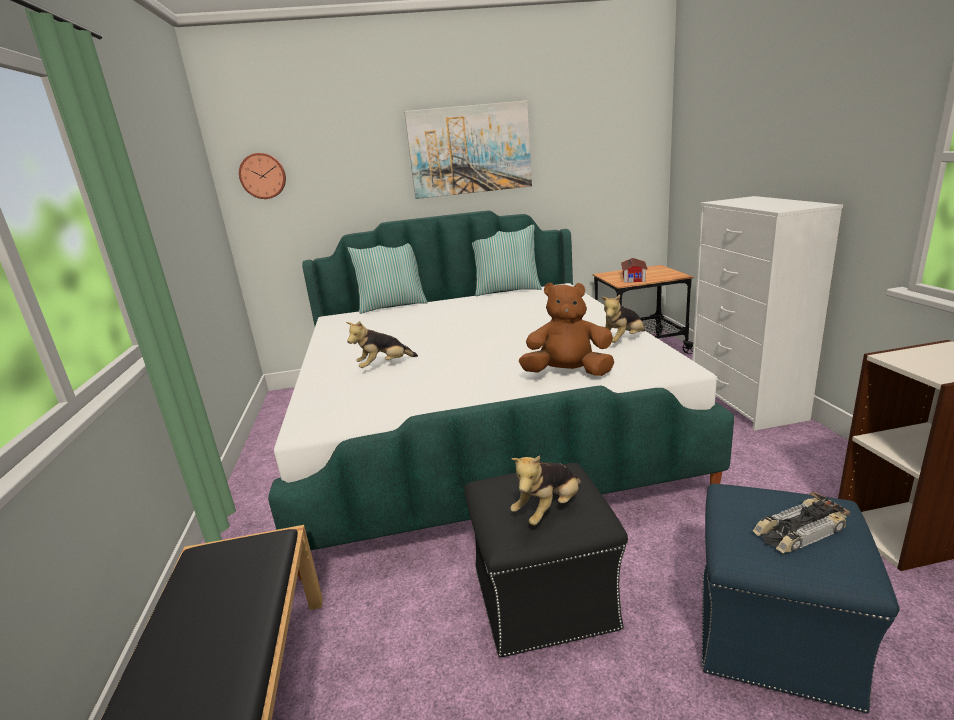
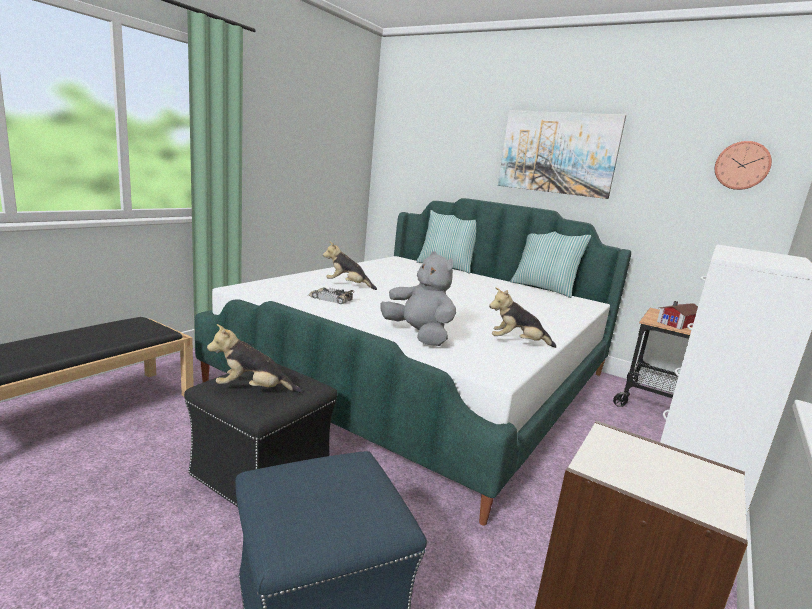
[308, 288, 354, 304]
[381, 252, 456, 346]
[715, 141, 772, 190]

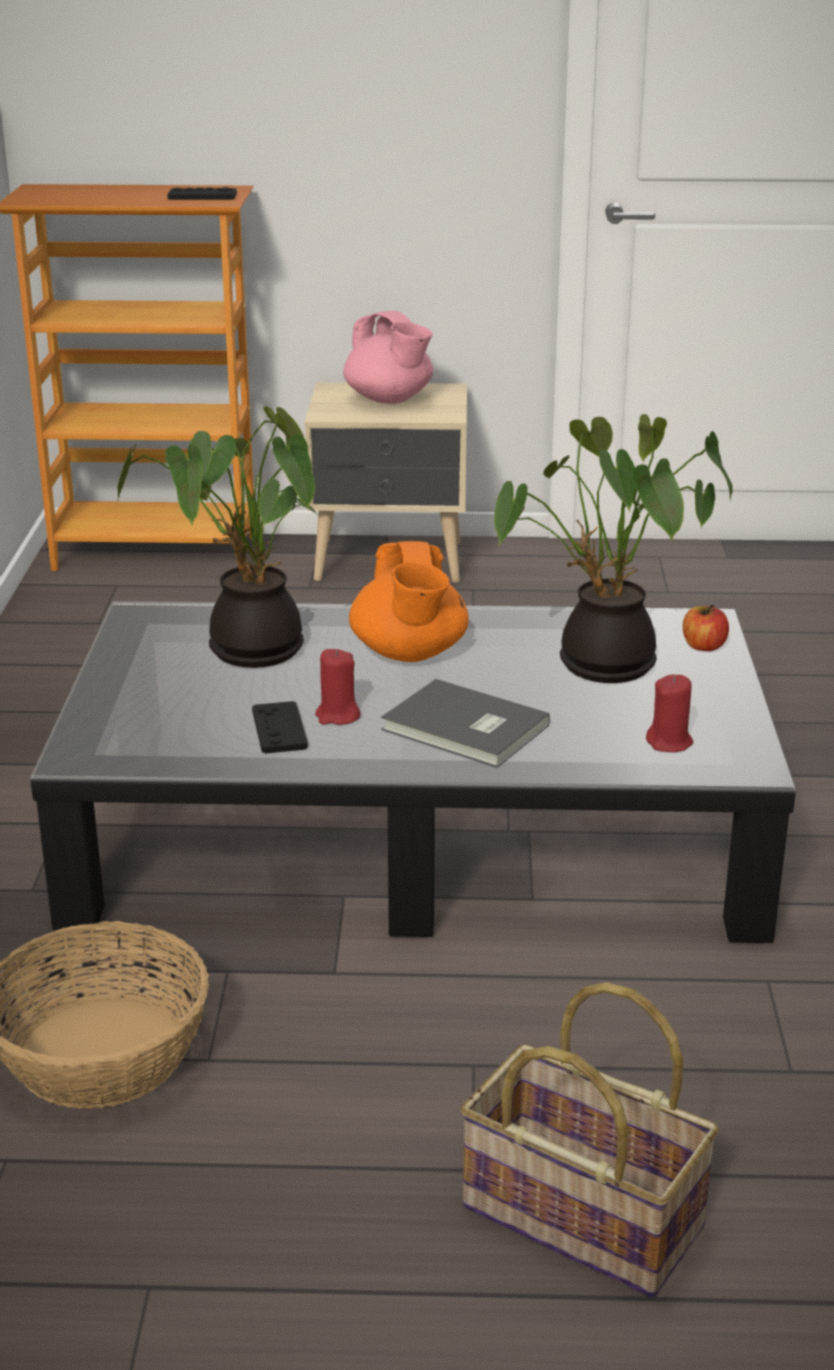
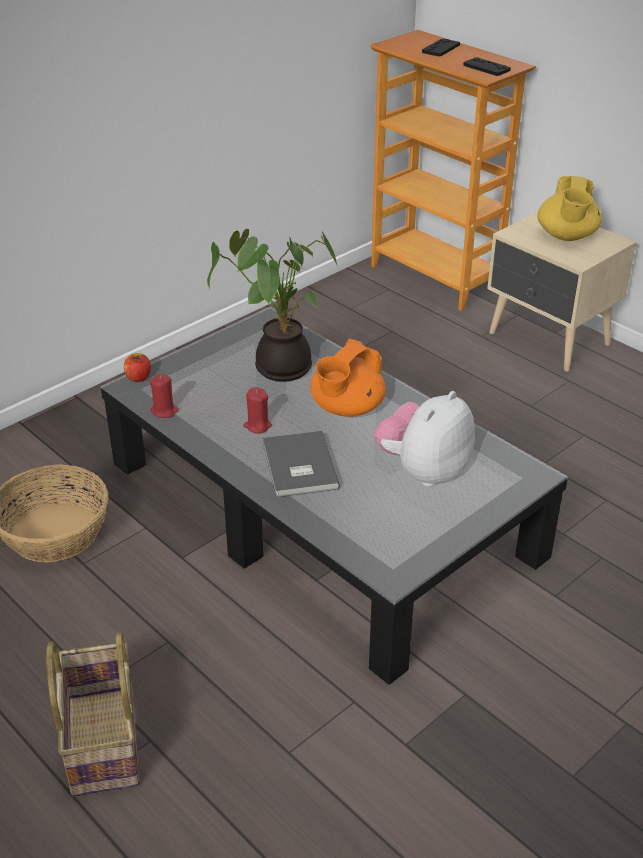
[124, 353, 151, 382]
[150, 374, 179, 418]
[374, 391, 475, 487]
[422, 39, 460, 56]
[537, 176, 602, 241]

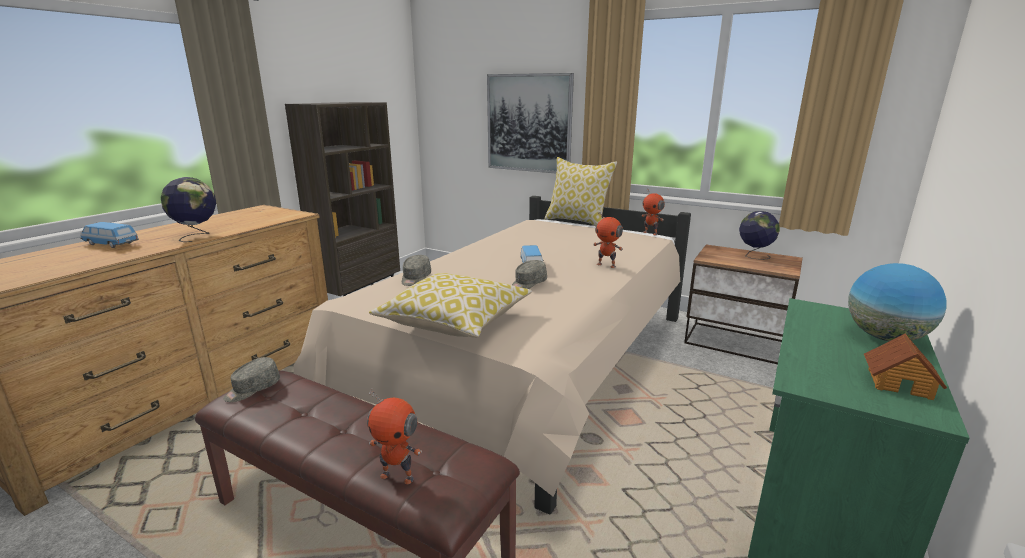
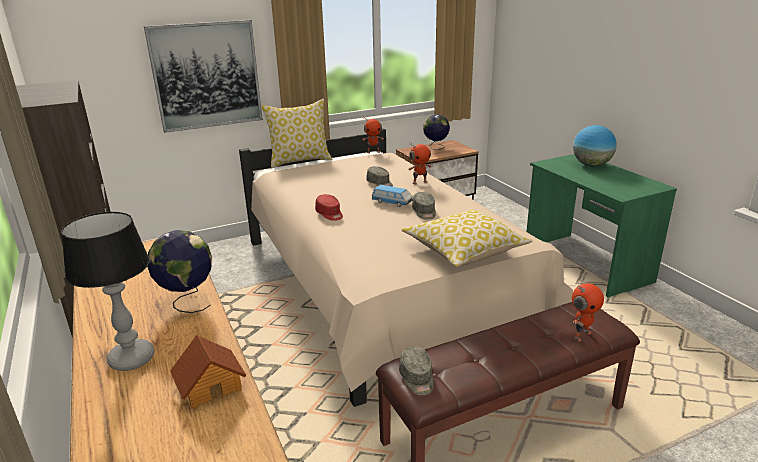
[61, 212, 155, 371]
[170, 335, 246, 409]
[315, 194, 343, 221]
[366, 166, 393, 186]

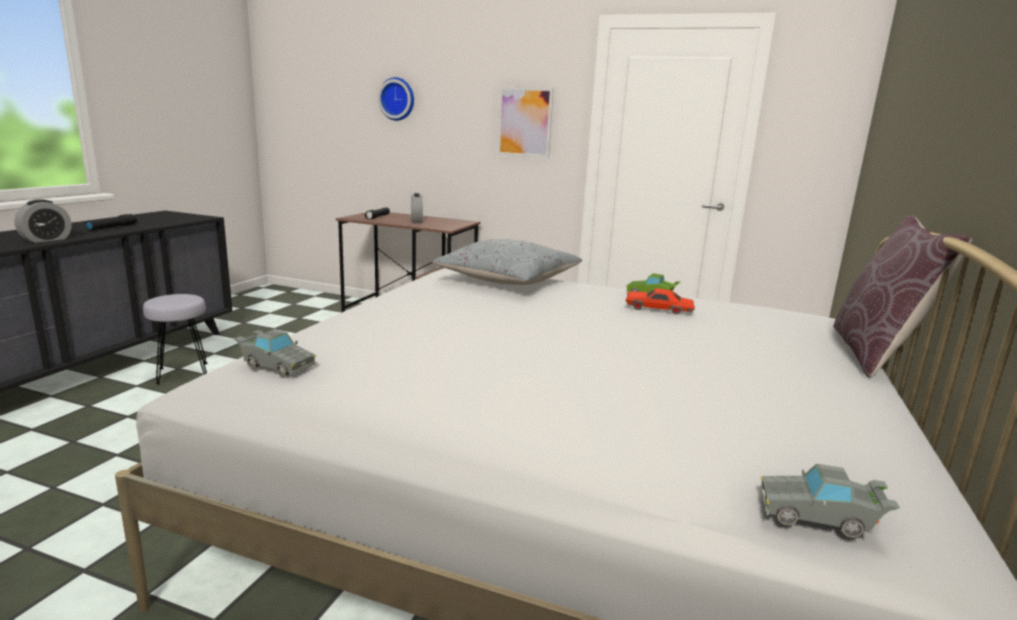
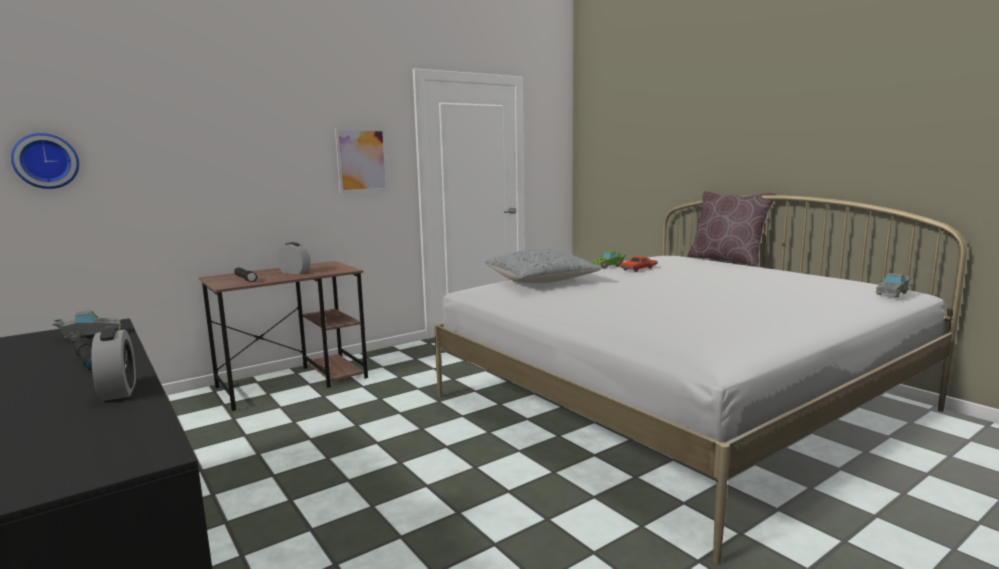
[11, 133, 79, 189]
[51, 310, 121, 341]
[143, 294, 207, 385] (first image)

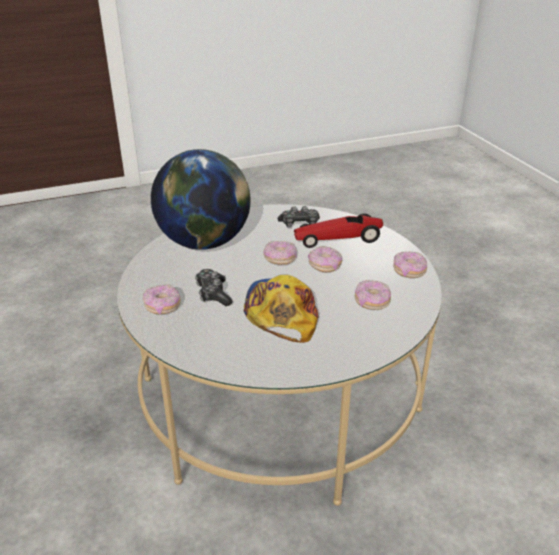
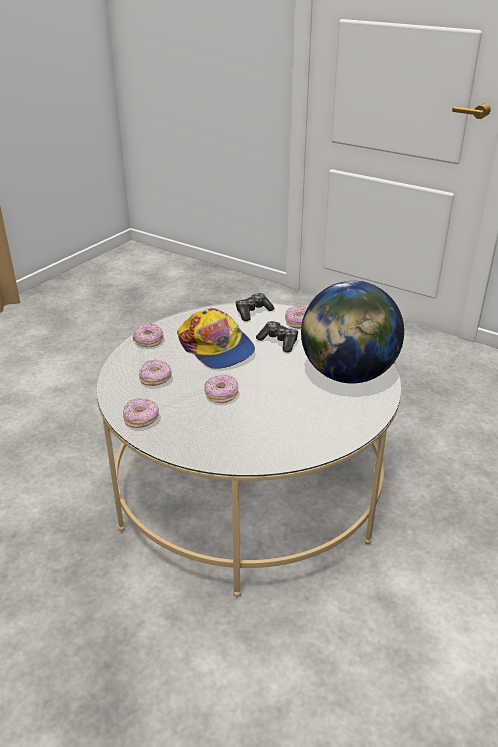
[133, 323, 164, 347]
[236, 293, 274, 321]
[294, 213, 383, 248] (first image)

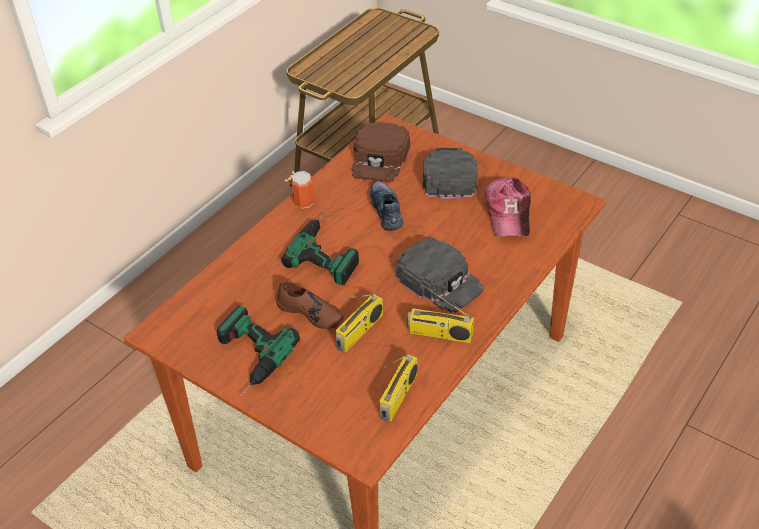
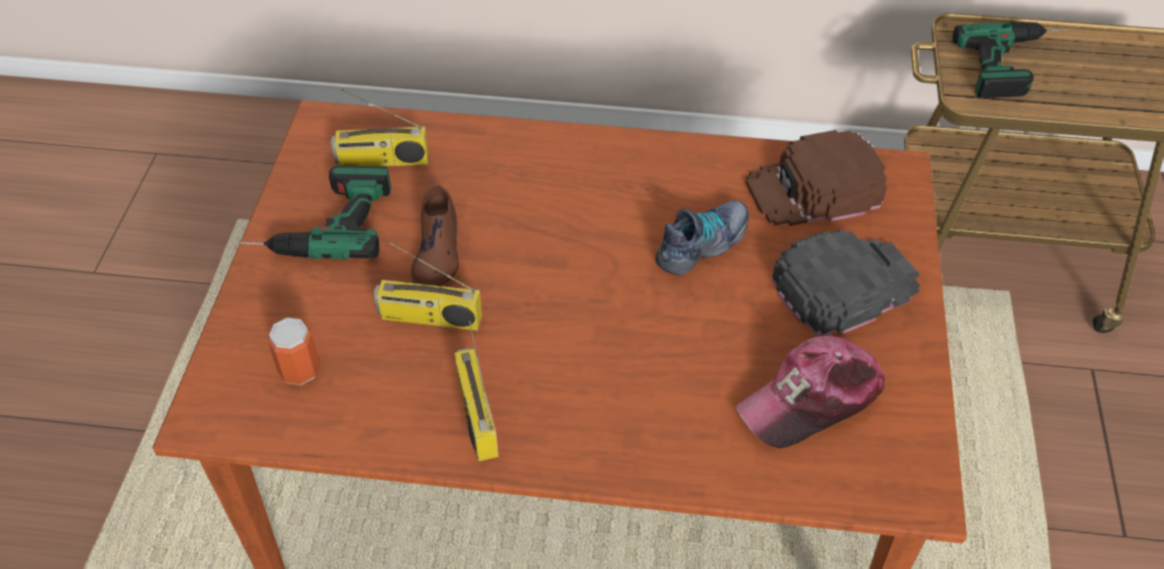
[267, 318, 320, 385]
[331, 89, 428, 166]
[953, 22, 1066, 98]
[396, 238, 484, 313] (first image)

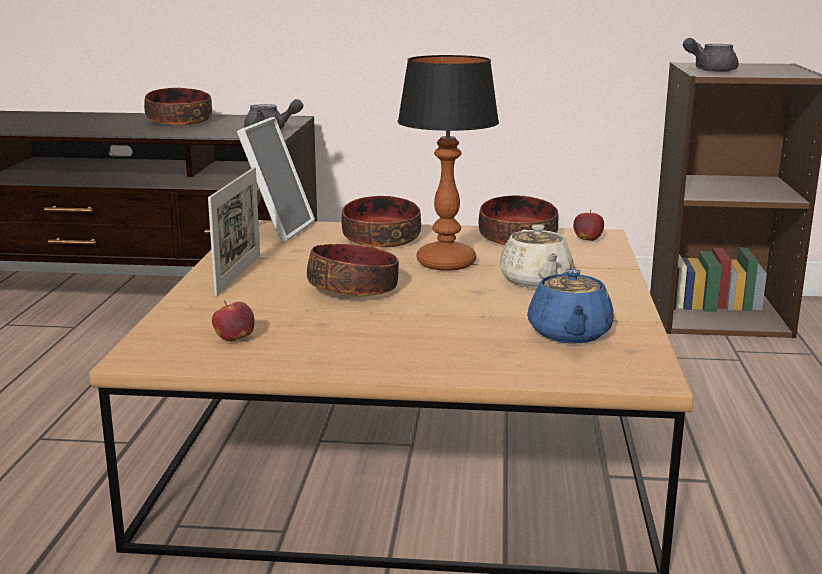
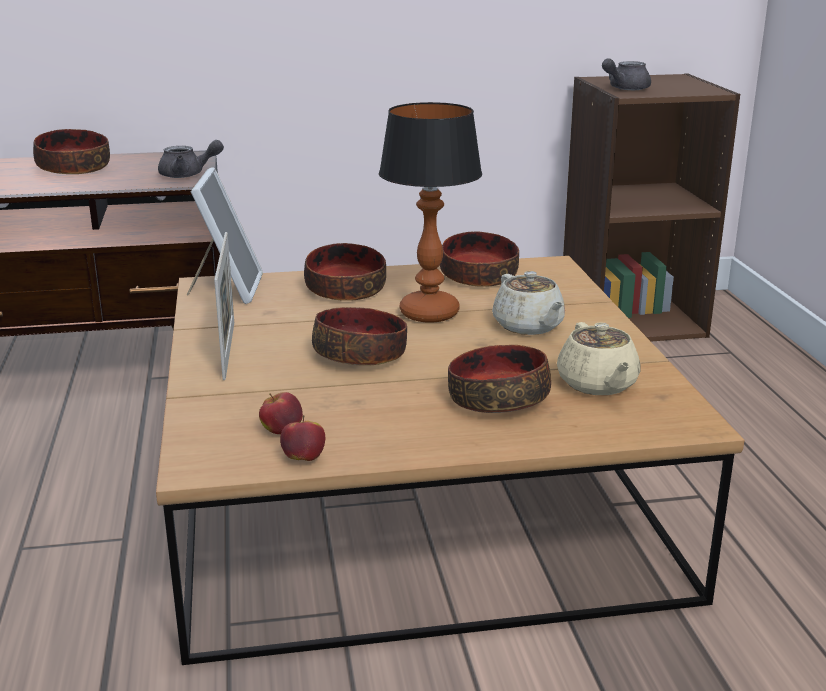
[280, 415, 325, 461]
[448, 345, 551, 413]
[557, 322, 641, 395]

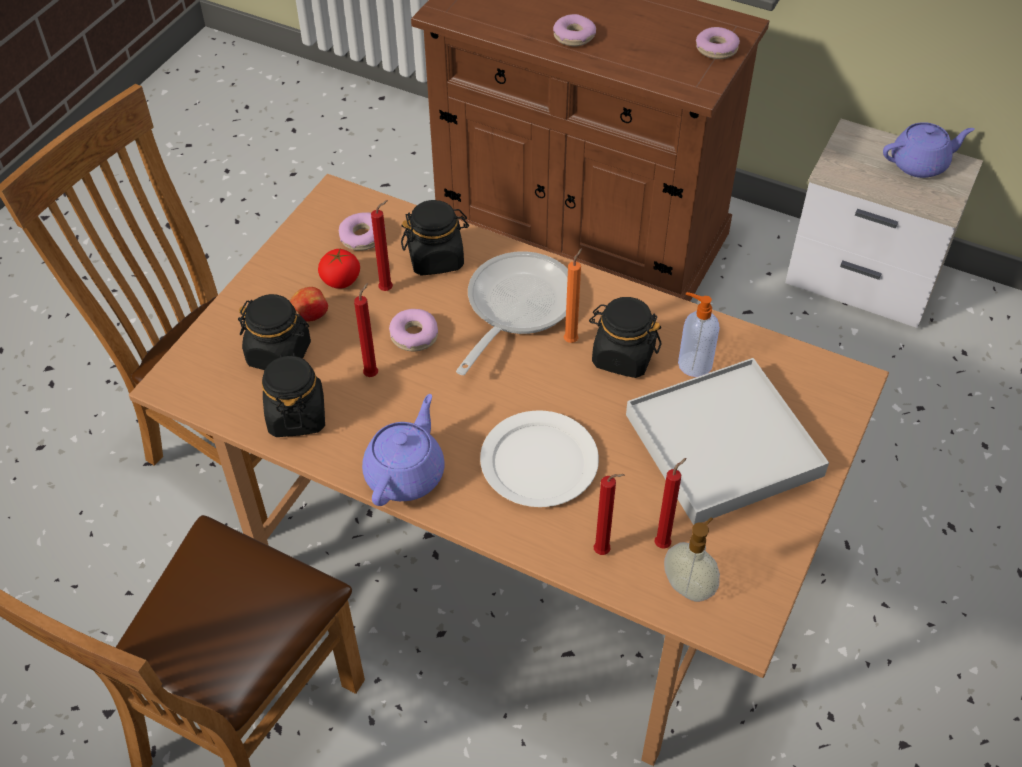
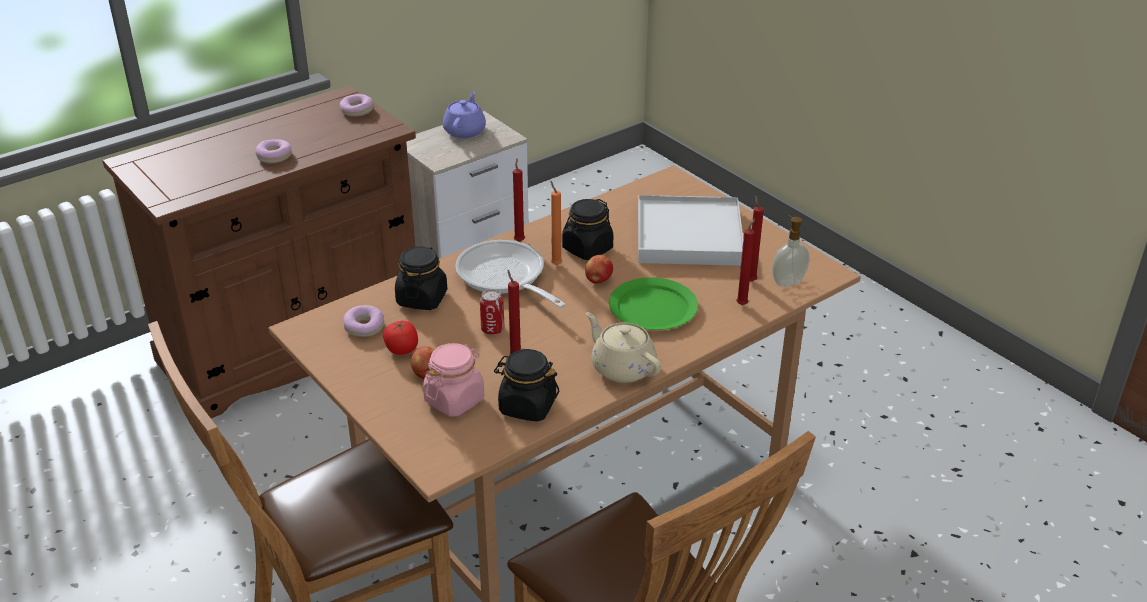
[423, 343, 484, 417]
[480, 289, 505, 335]
[513, 158, 525, 242]
[585, 255, 613, 284]
[586, 312, 661, 383]
[609, 277, 698, 330]
[678, 292, 720, 377] (first image)

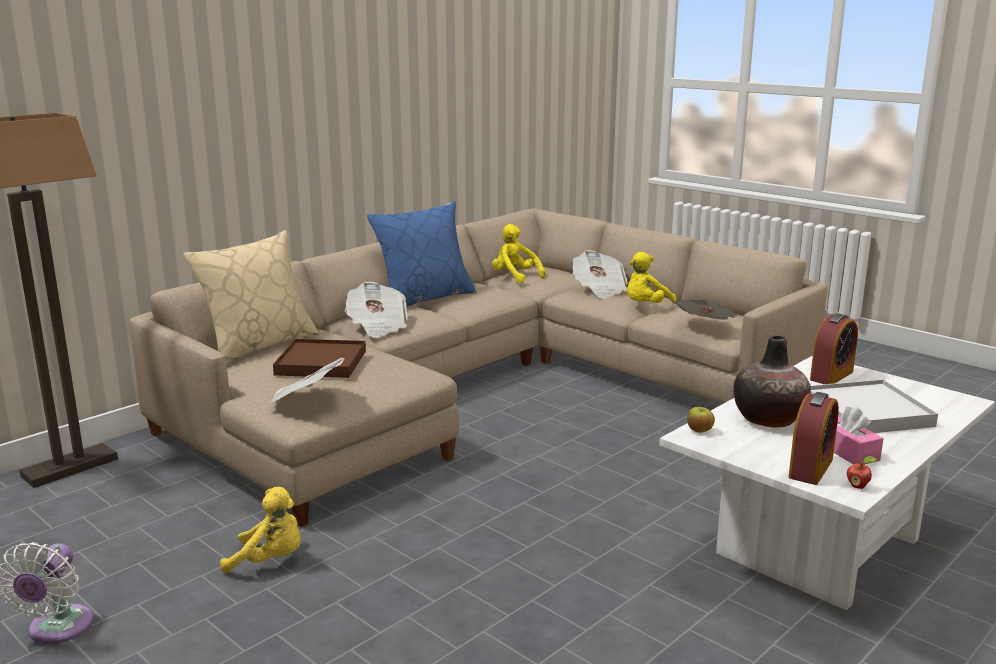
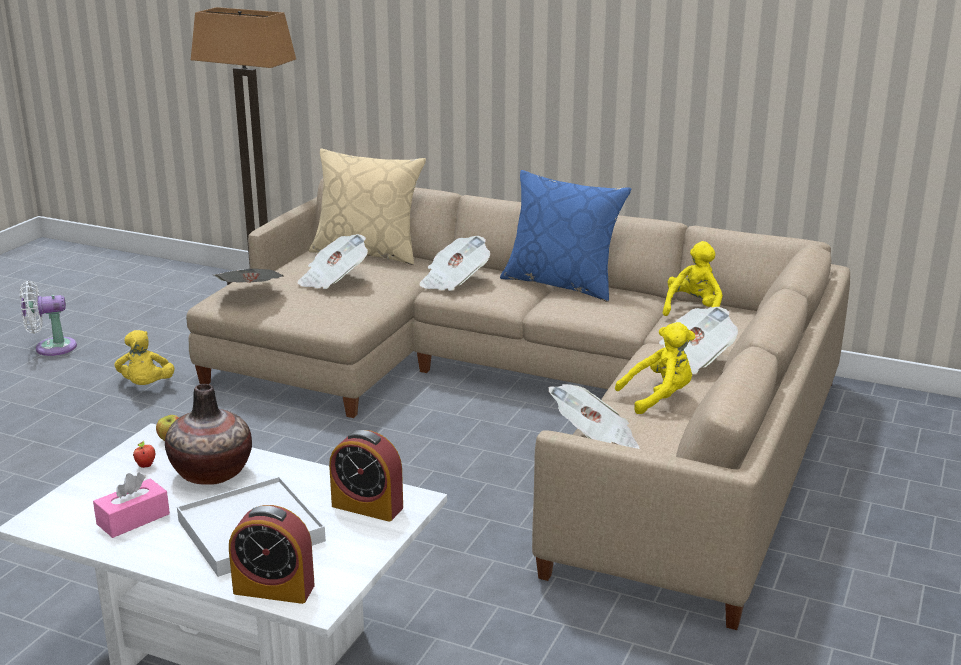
[133, 441, 155, 468]
[229, 505, 315, 604]
[297, 234, 368, 289]
[615, 322, 695, 414]

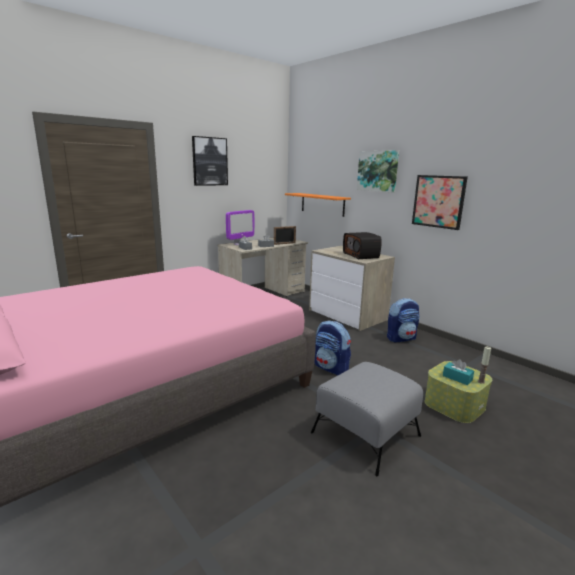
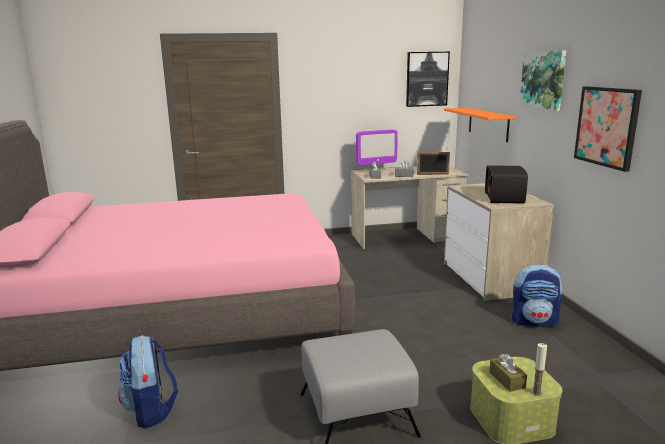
[118, 335, 178, 429]
[406, 52, 450, 107]
[489, 353, 527, 392]

